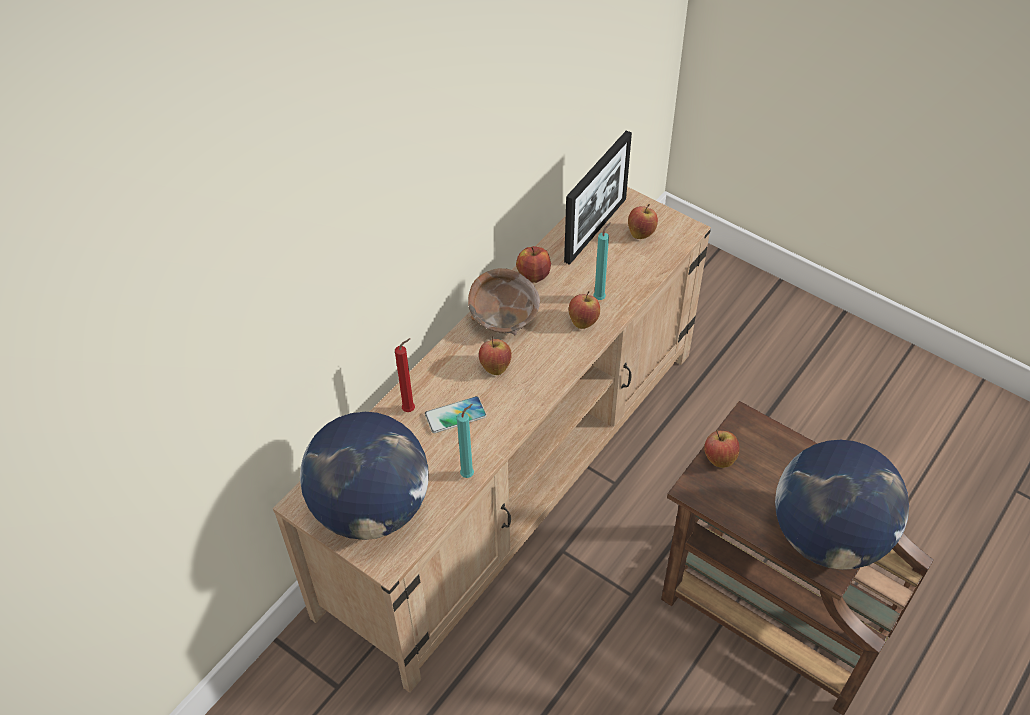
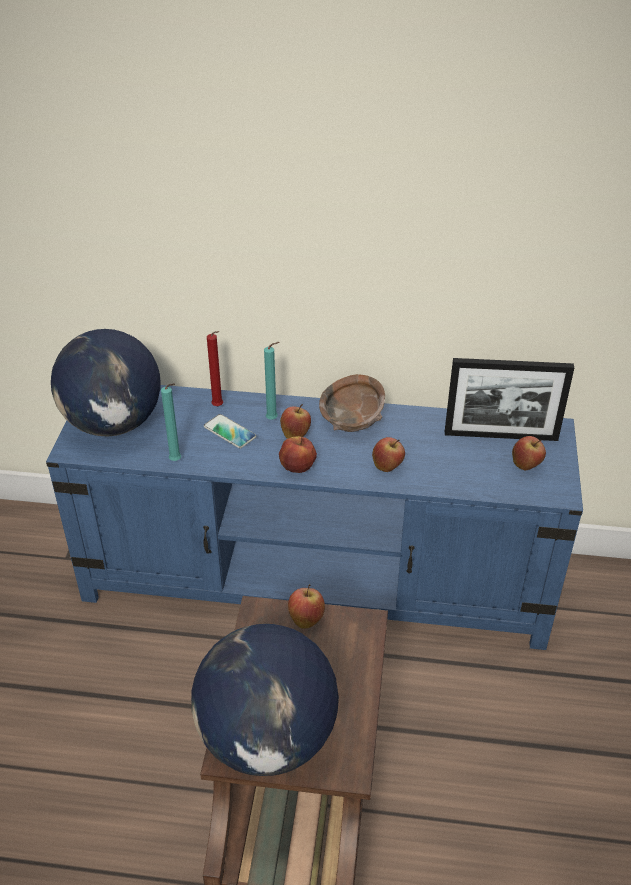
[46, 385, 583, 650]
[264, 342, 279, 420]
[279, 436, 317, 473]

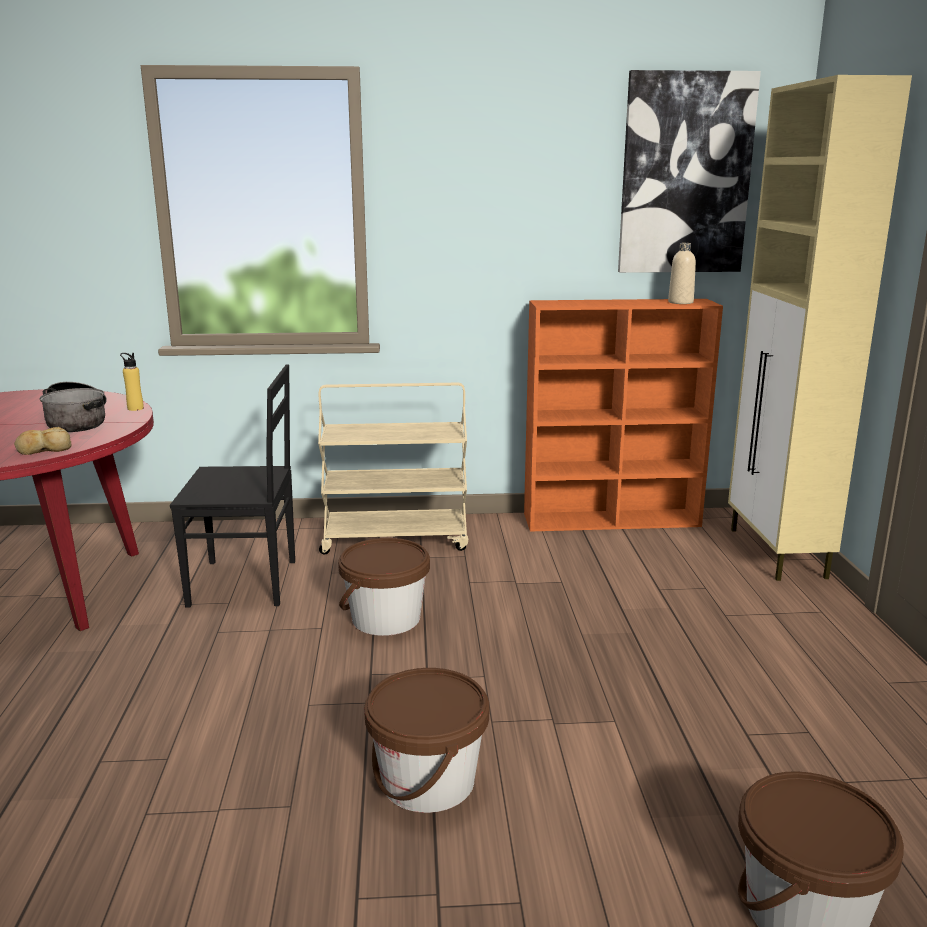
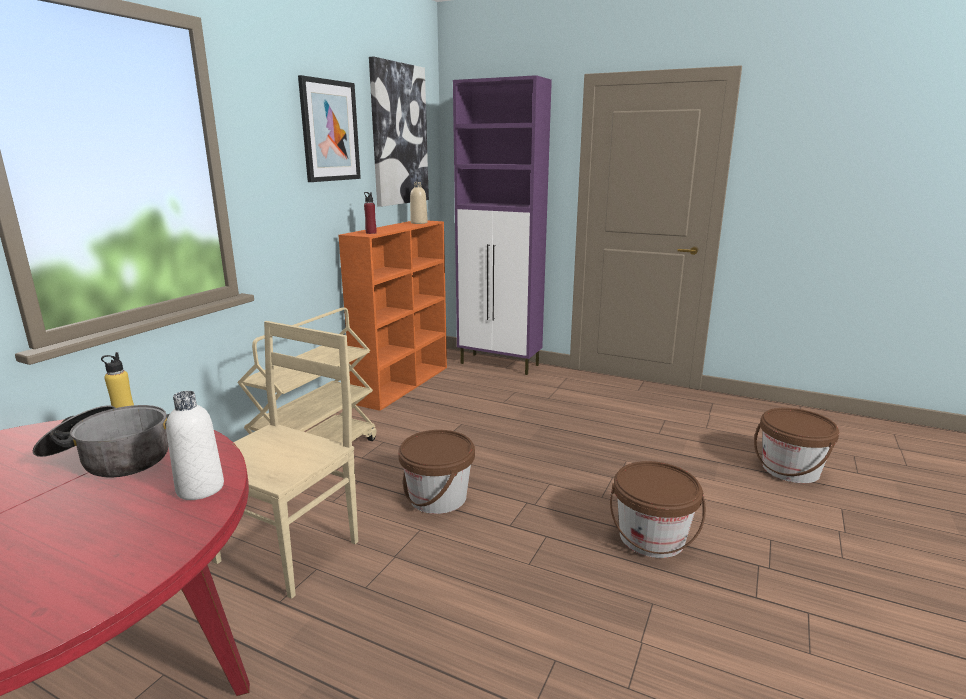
[166, 391, 224, 500]
[213, 321, 358, 599]
[298, 75, 361, 182]
[364, 192, 377, 234]
[453, 75, 552, 375]

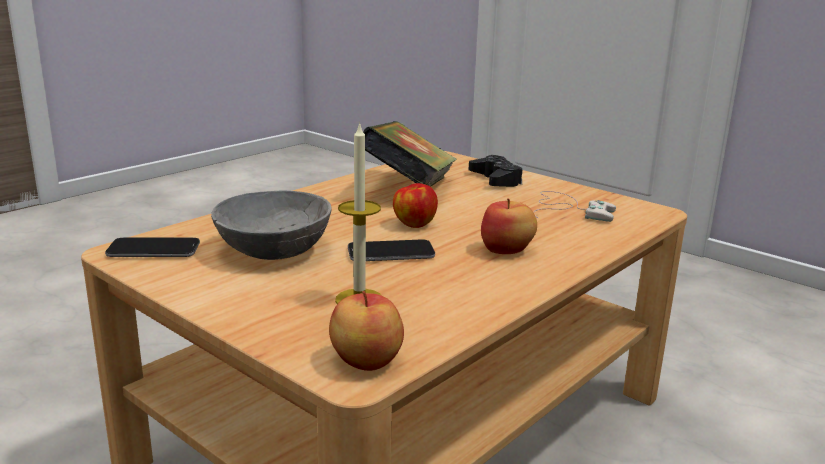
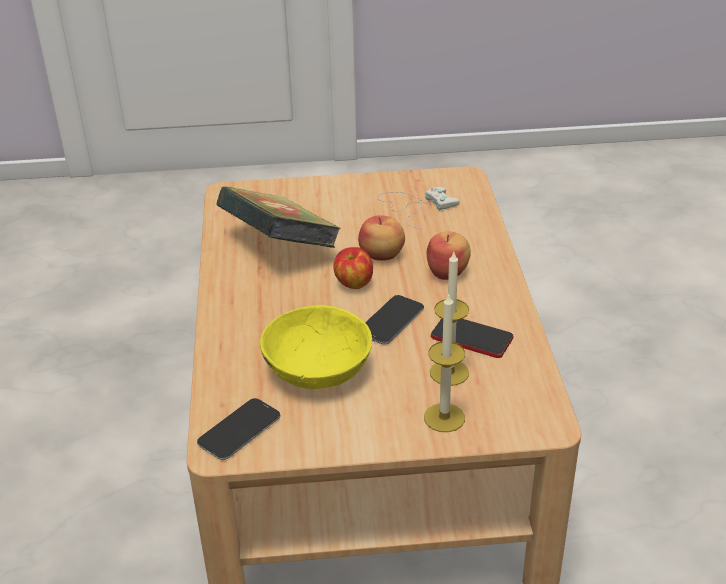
[260, 305, 372, 389]
[358, 215, 405, 261]
[424, 294, 465, 432]
[431, 318, 513, 358]
[469, 155, 523, 187] (first image)

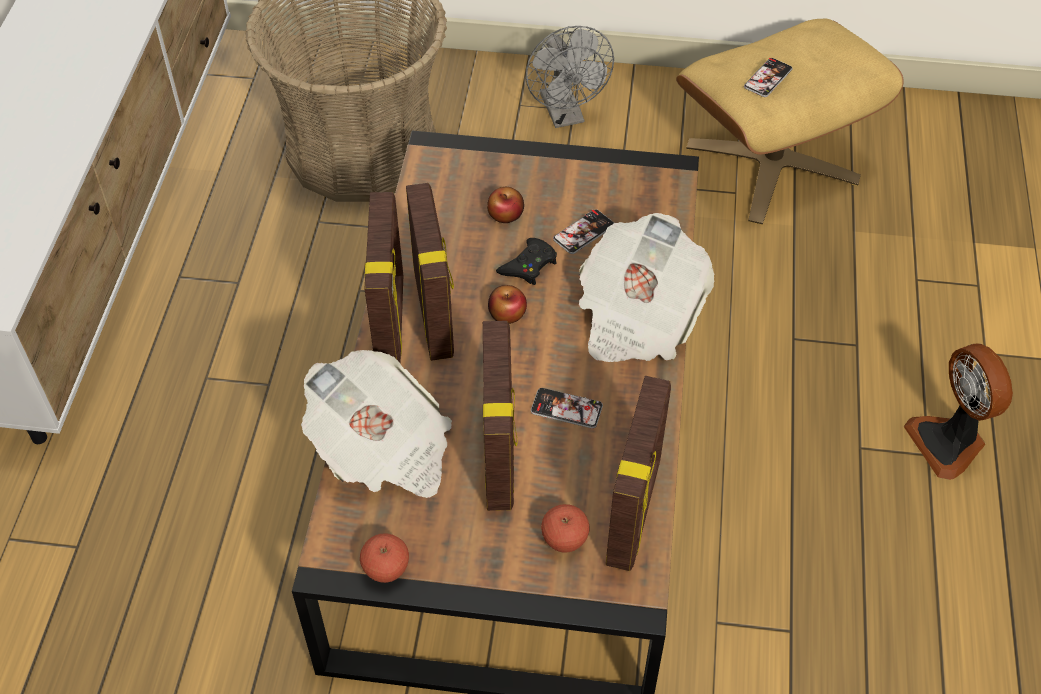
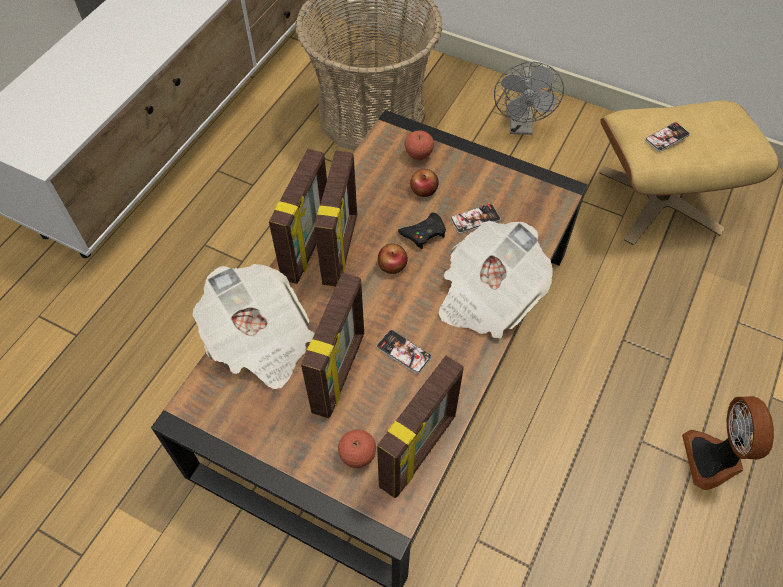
[405, 130, 434, 160]

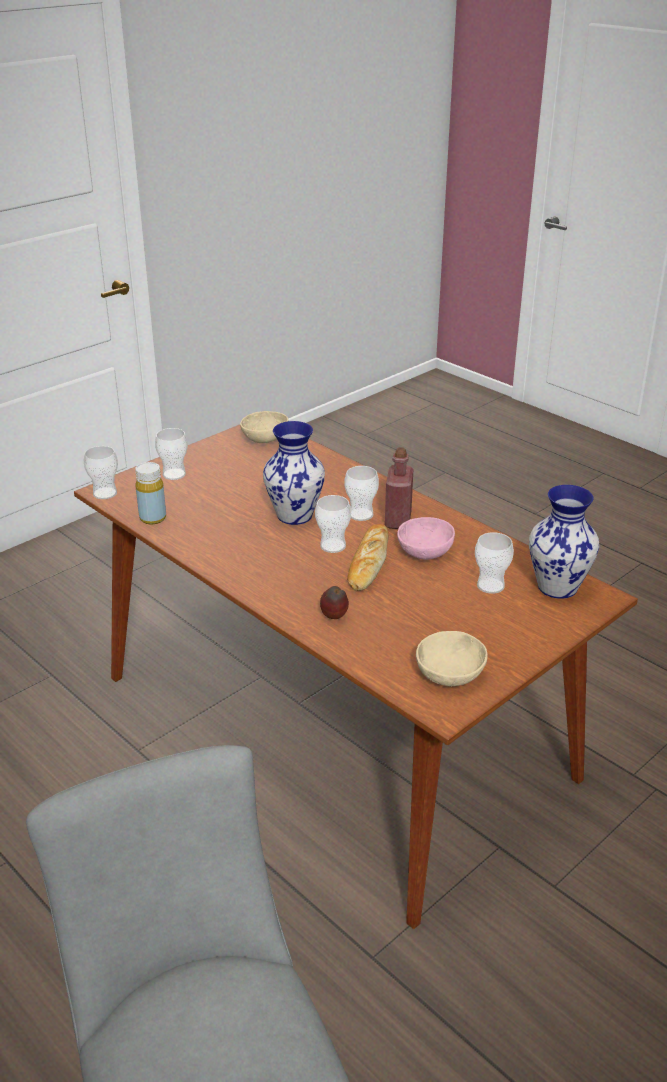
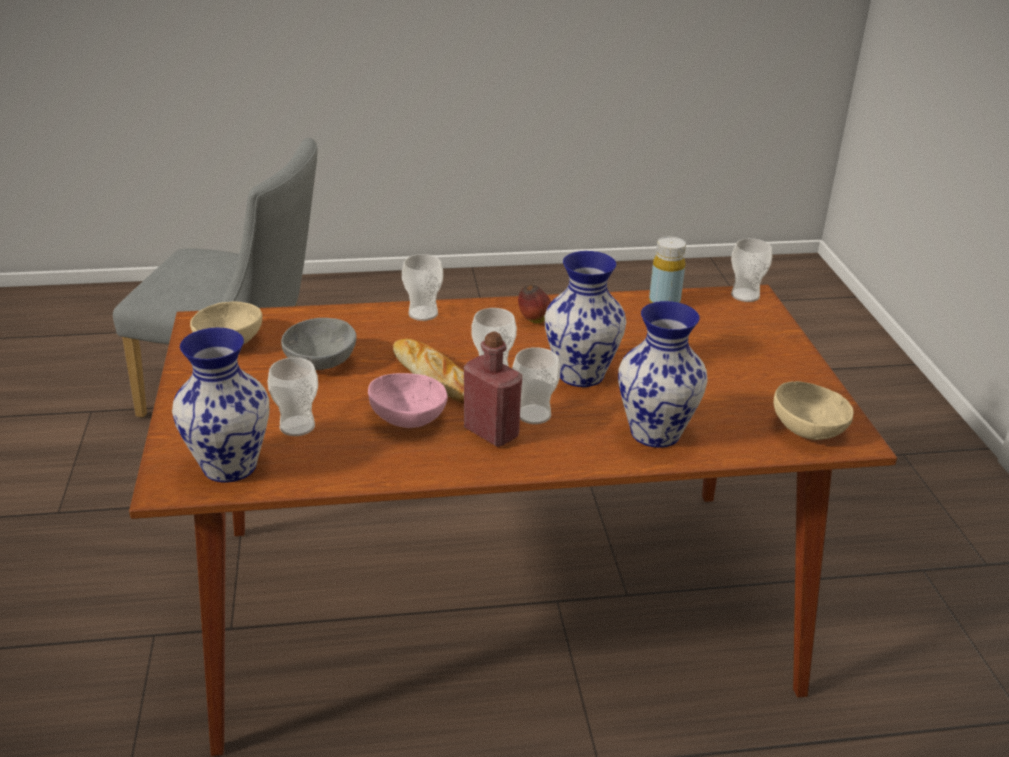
[281, 318, 357, 370]
[402, 254, 443, 321]
[518, 285, 551, 323]
[618, 301, 708, 448]

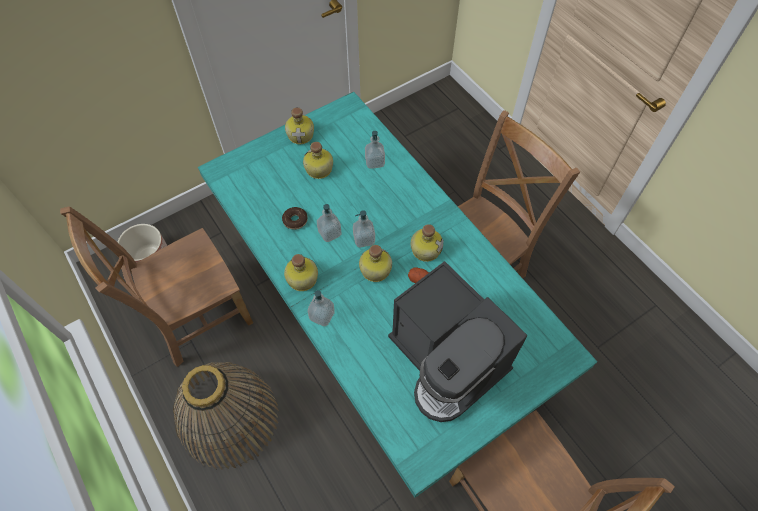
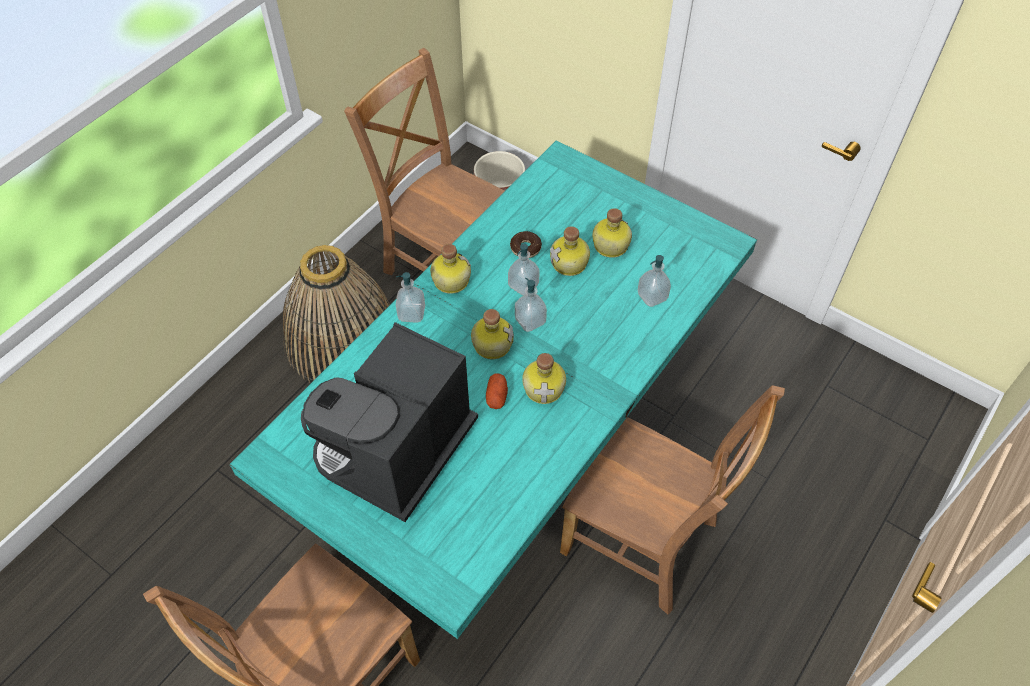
[550, 226, 590, 276]

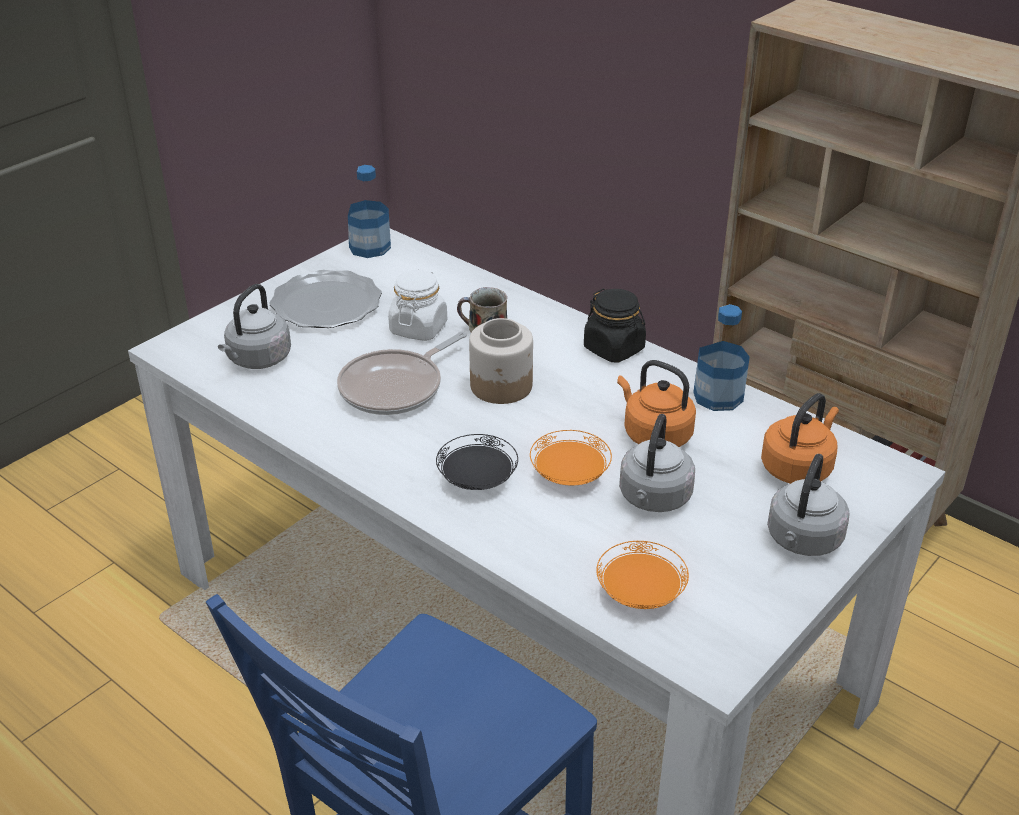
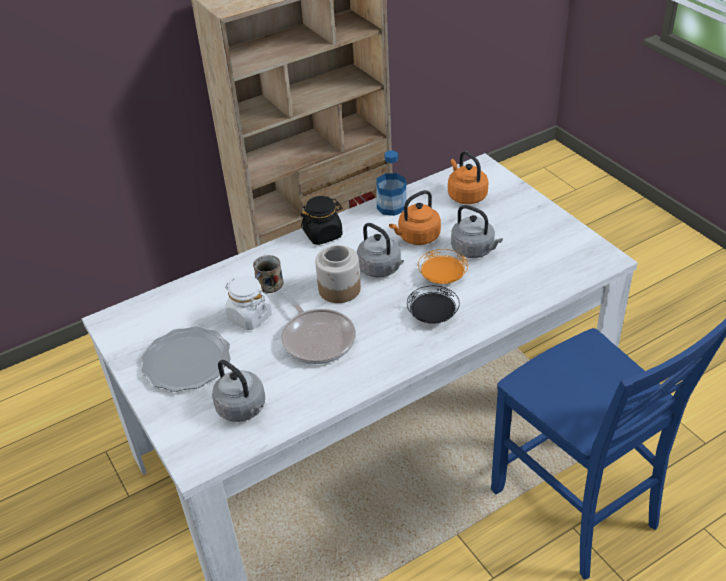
[357, 223, 404, 277]
[348, 165, 391, 258] (first image)
[596, 541, 689, 609] (first image)

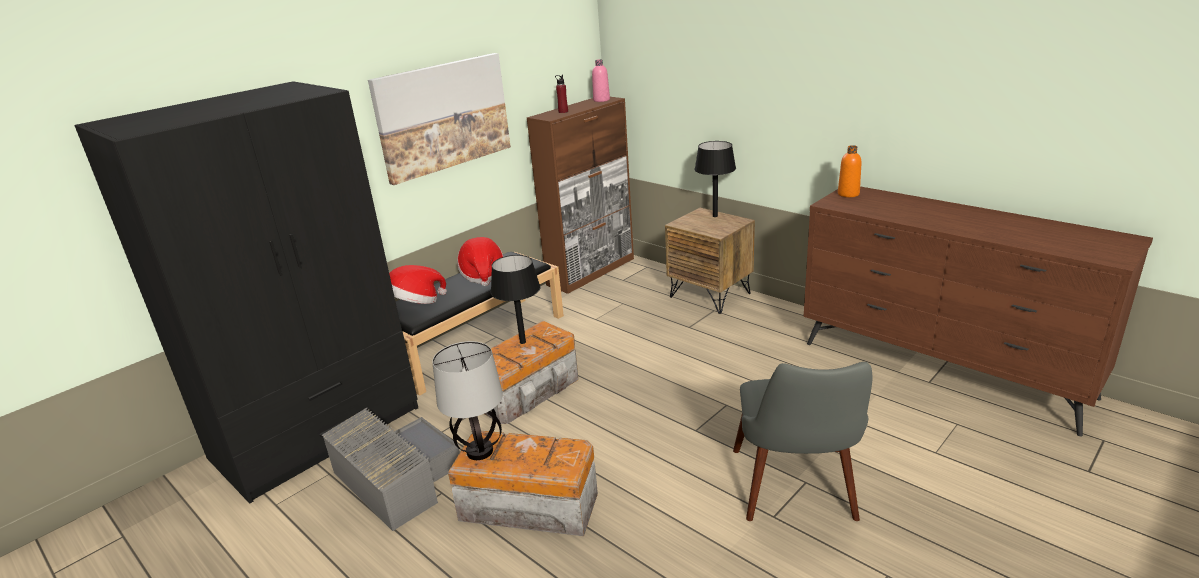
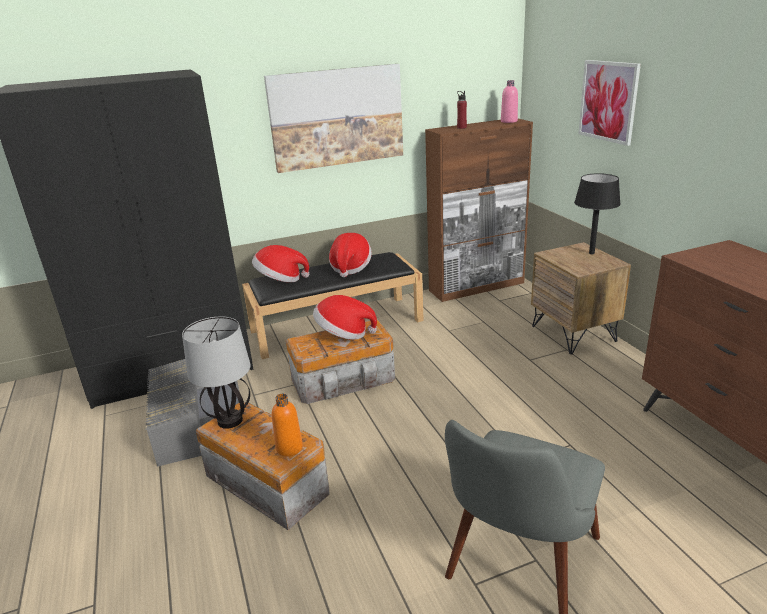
[272, 394, 303, 457]
[313, 295, 377, 340]
[578, 60, 641, 146]

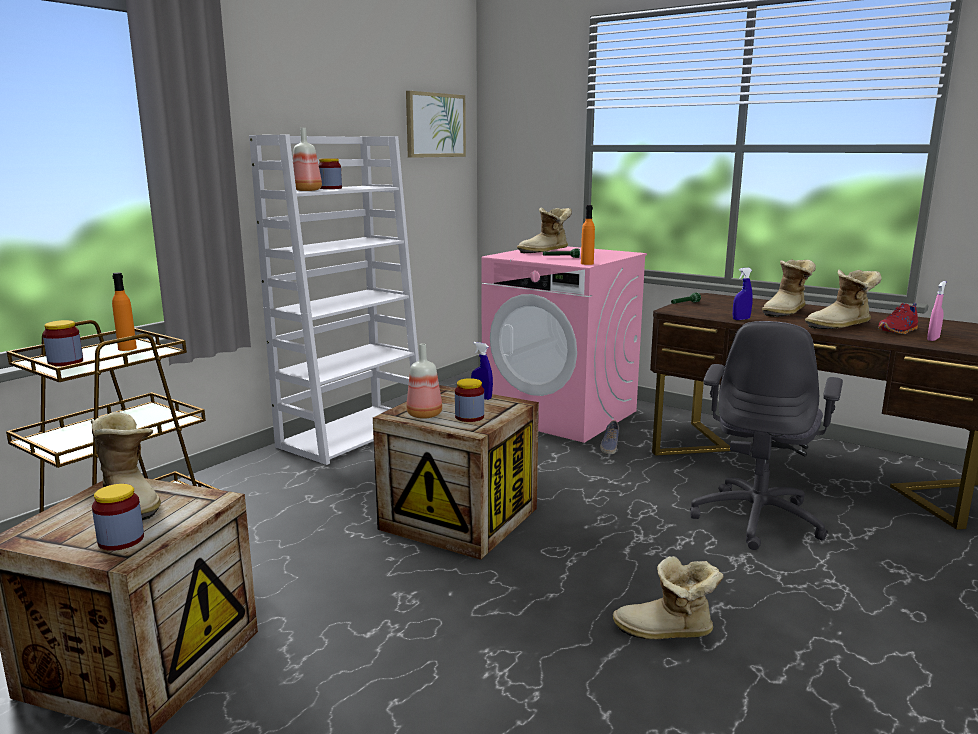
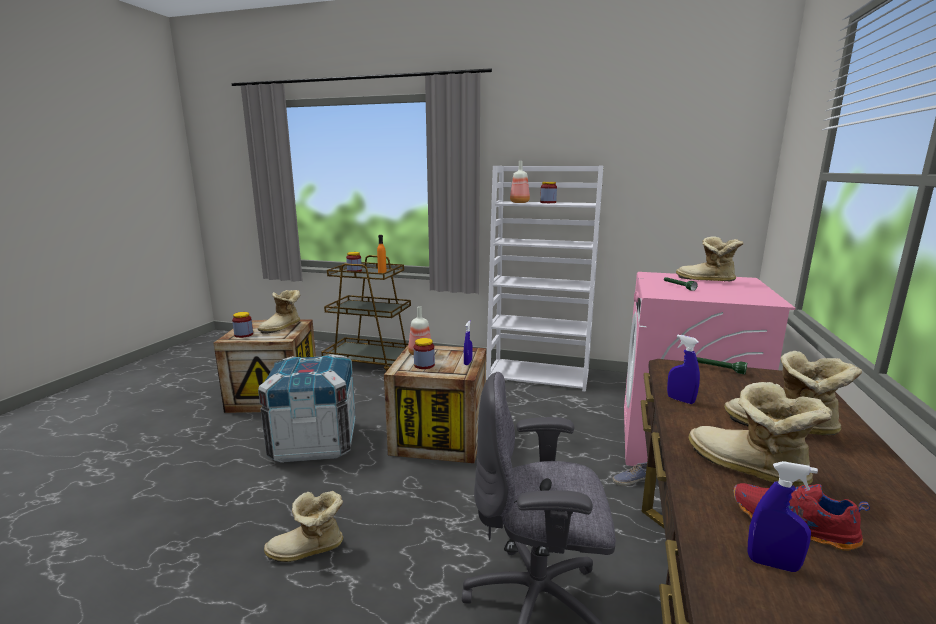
[258, 354, 356, 463]
[264, 491, 343, 562]
[748, 461, 818, 572]
[406, 91, 466, 158] (first image)
[581, 205, 595, 265] (first image)

